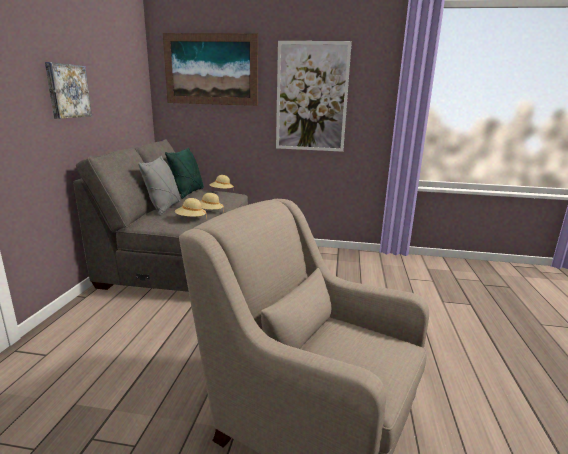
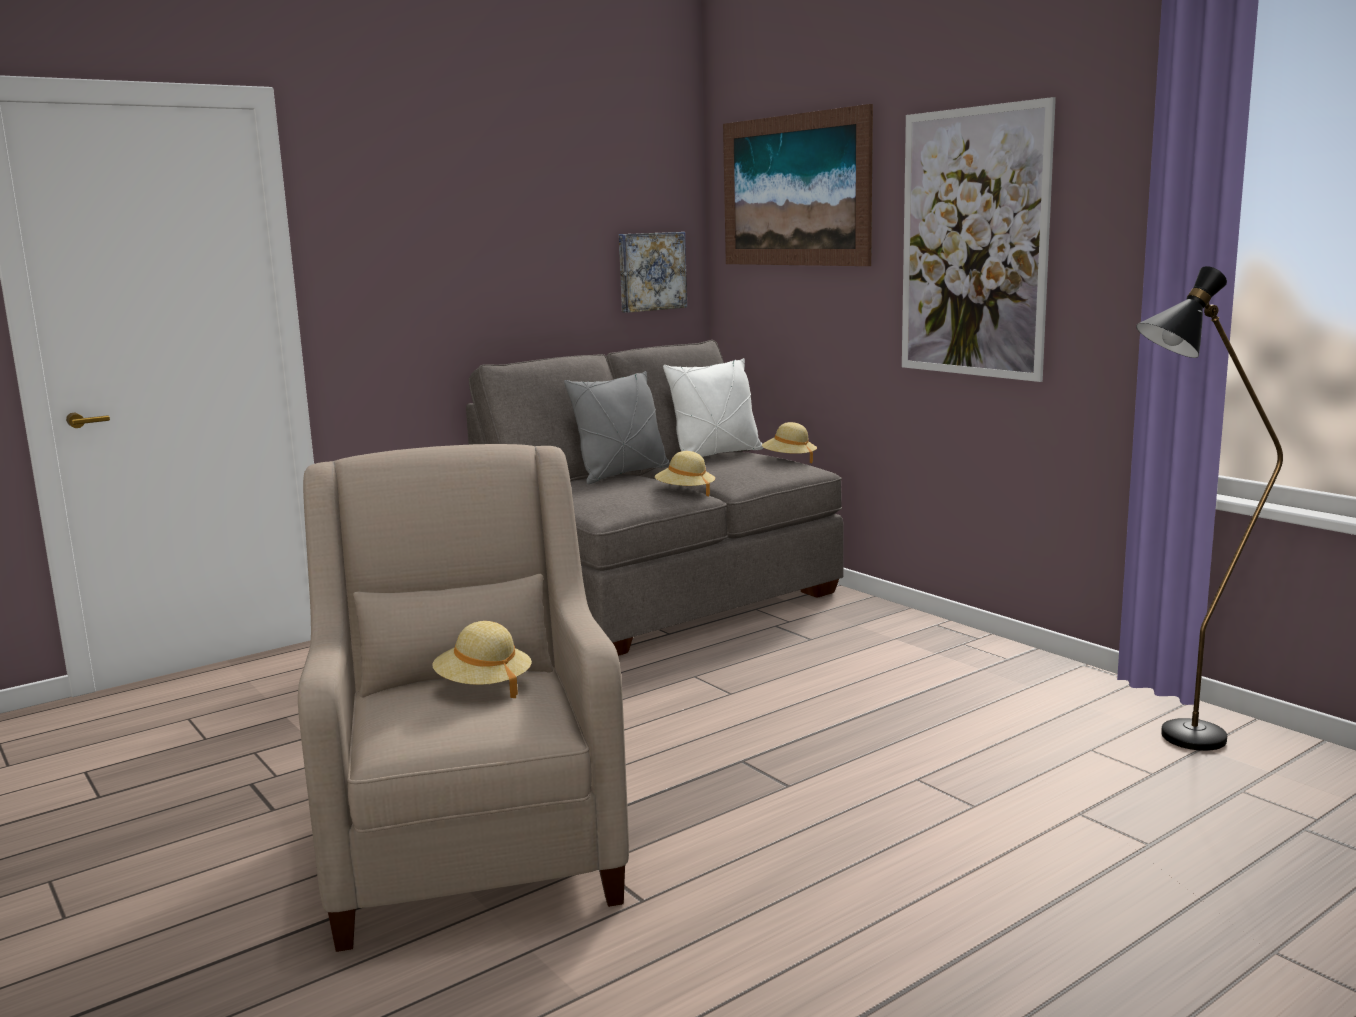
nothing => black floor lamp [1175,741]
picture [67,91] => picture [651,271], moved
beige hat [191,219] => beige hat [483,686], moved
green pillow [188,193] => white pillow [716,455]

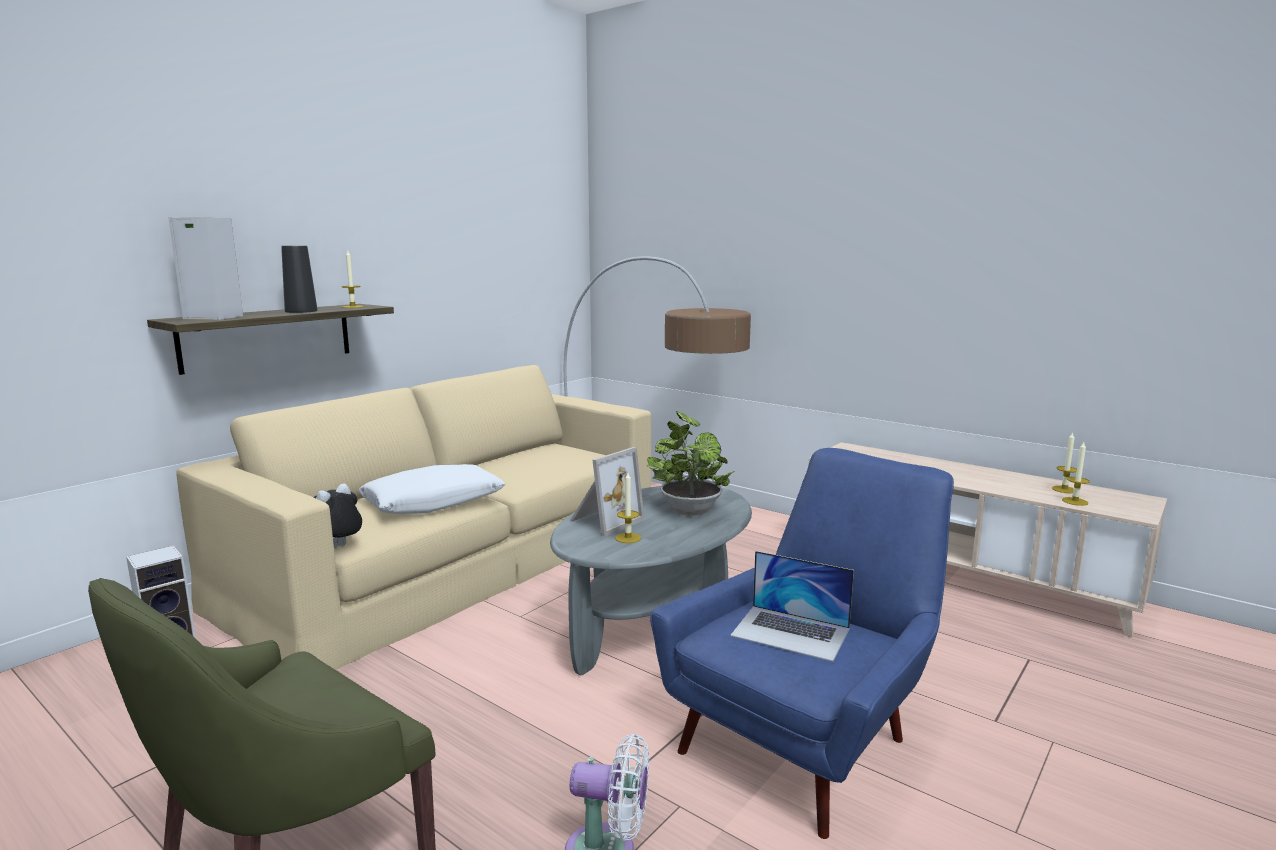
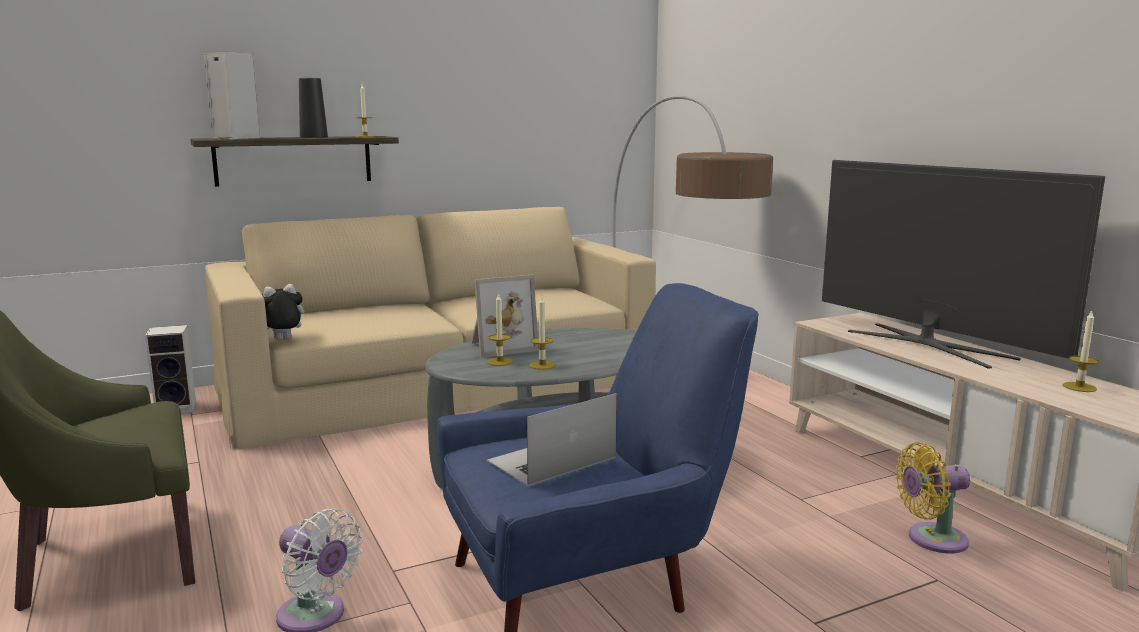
white pillow [433,502] => nothing
potted plant [689,509] => nothing
nothing => television [929,344]
nothing => yellow fan [931,539]
candle [1075,501] => candle [542,365], moved
laptop [791,632] => laptop [551,459], 90 degrees clockwise

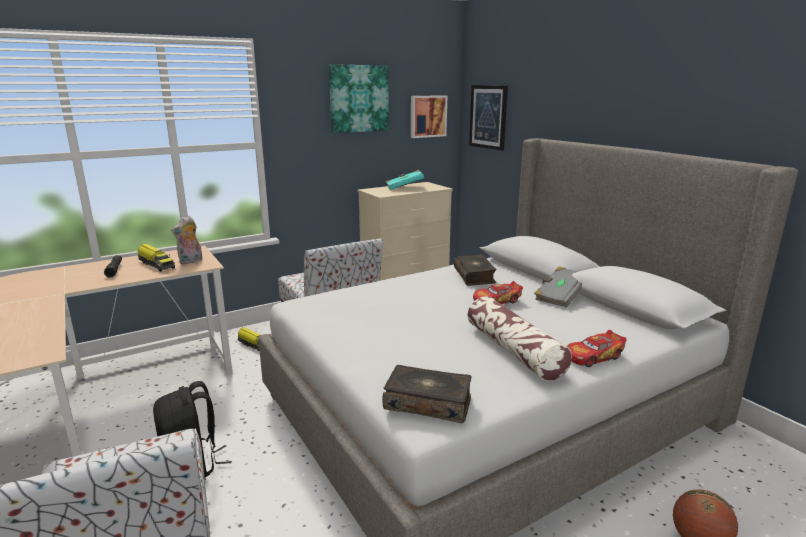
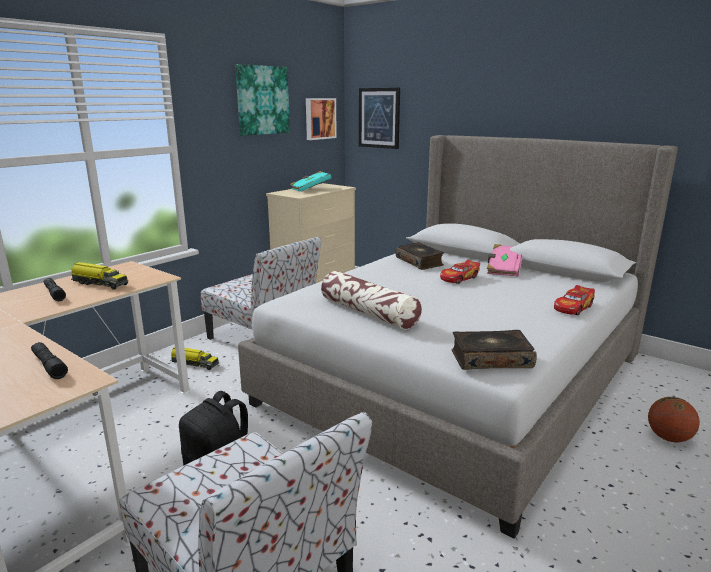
plush toy [191,261] => nothing
nothing => black flashlight [49,366]
pillow [514,351] => pillow [369,313], moved
grey book [560,297] => pink book [503,269]

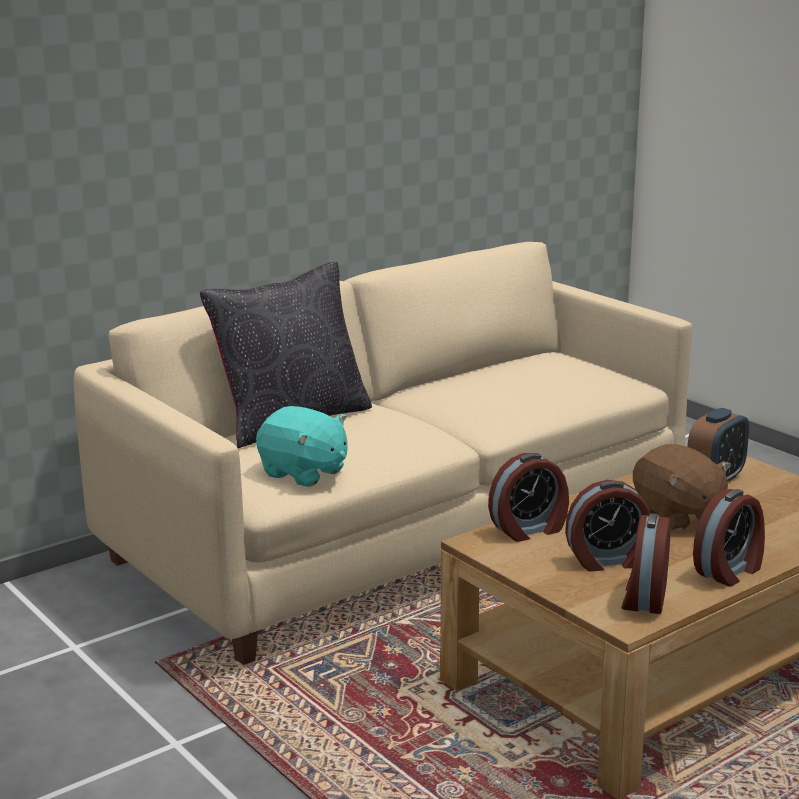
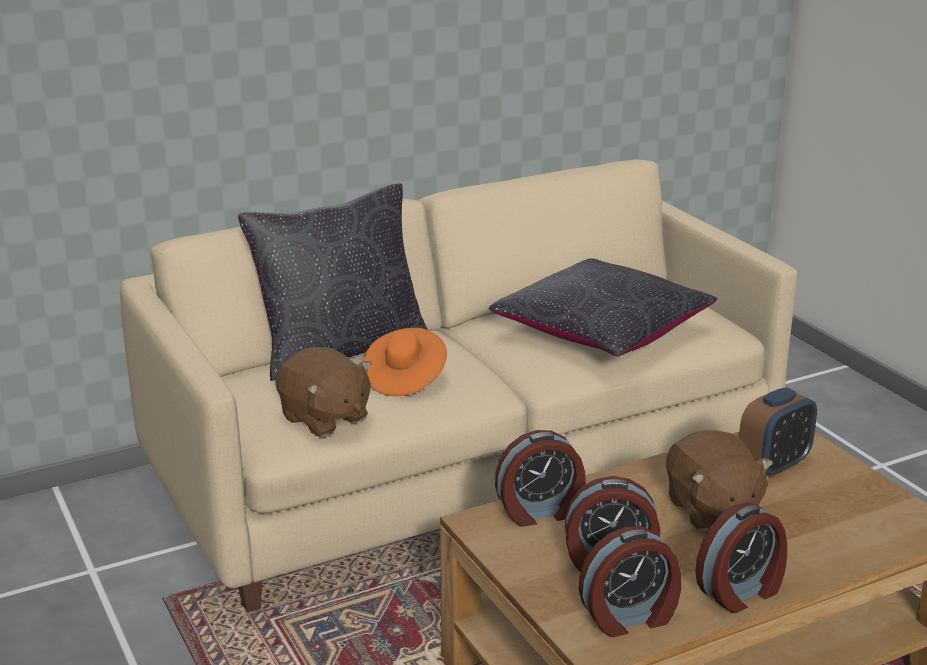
nothing => orange hat [404,379]
nothing => black pillow [602,331]
turquoise plush toy [303,473] => brown plush toy [324,418]
alarm clock [644,598] => alarm clock [629,618], 135 degrees counterclockwise

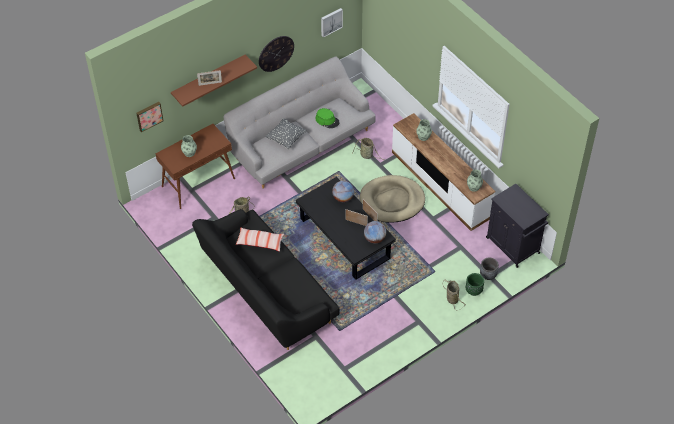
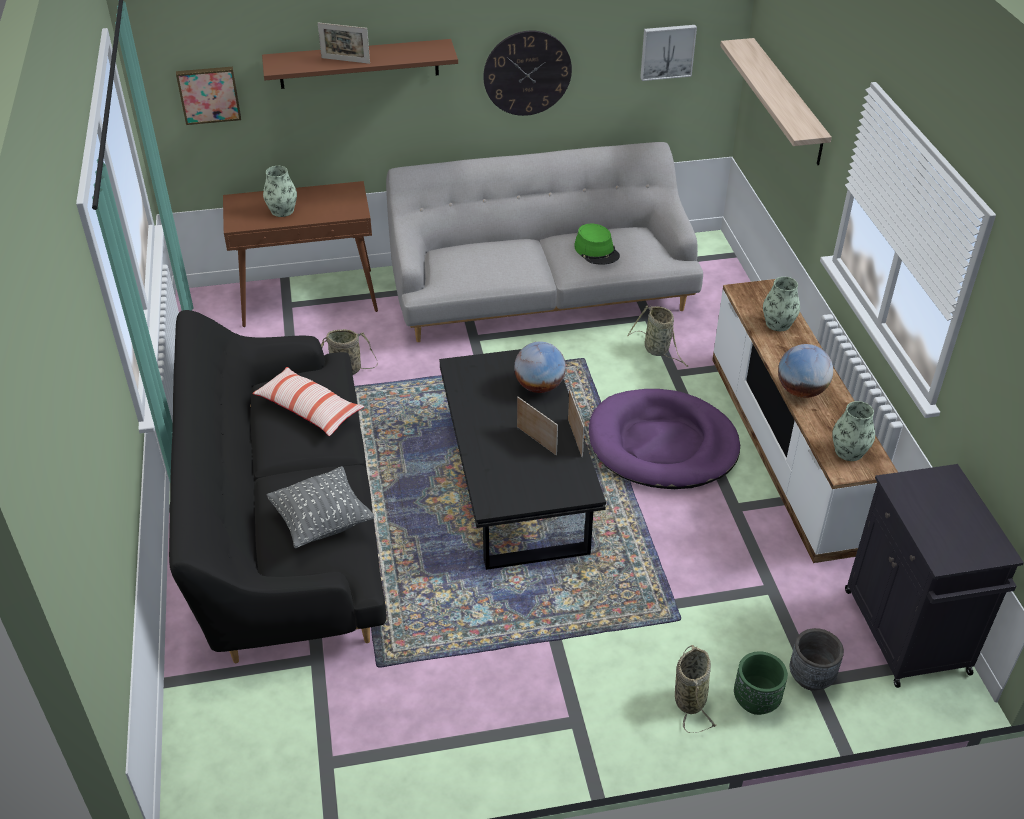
nothing => shelf [787,101]
grey pillow [286,139] => grey pillow [322,522], moved
globe [374,238] => globe [801,391], moved
beige dog bed [392,201] => purple dog bed [662,444]

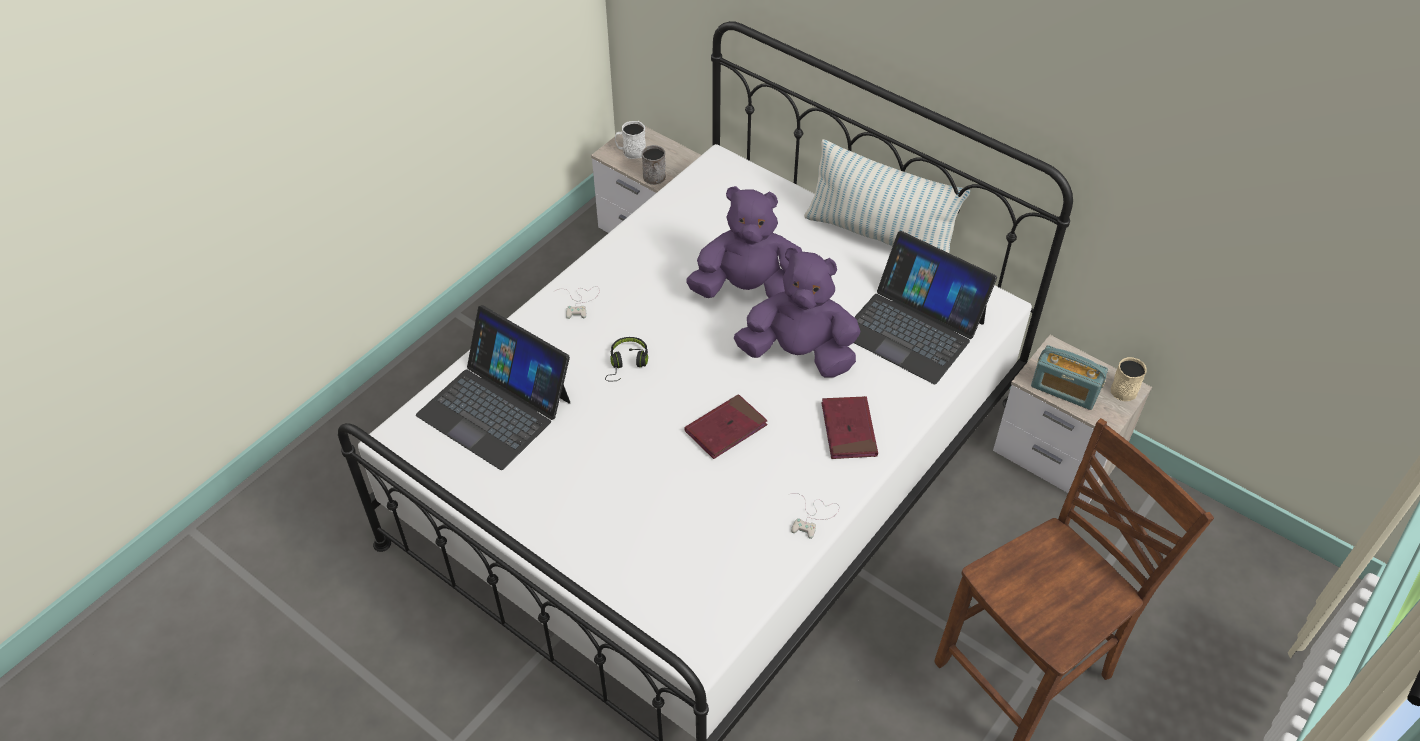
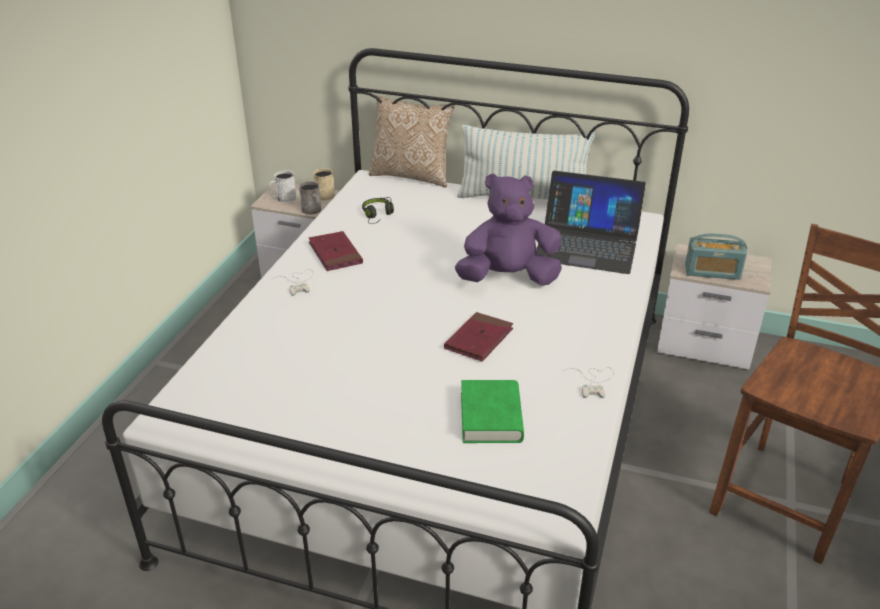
laptop [495,407] => nothing
purple plush toy [748,290] => nothing
nothing => pillow [411,175]
nothing => green book [491,417]
black headphones [627,364] => black headphones [377,215], moved
red book [848,430] => red book [335,254], moved
beige mug [1124,388] => beige mug [325,194], moved

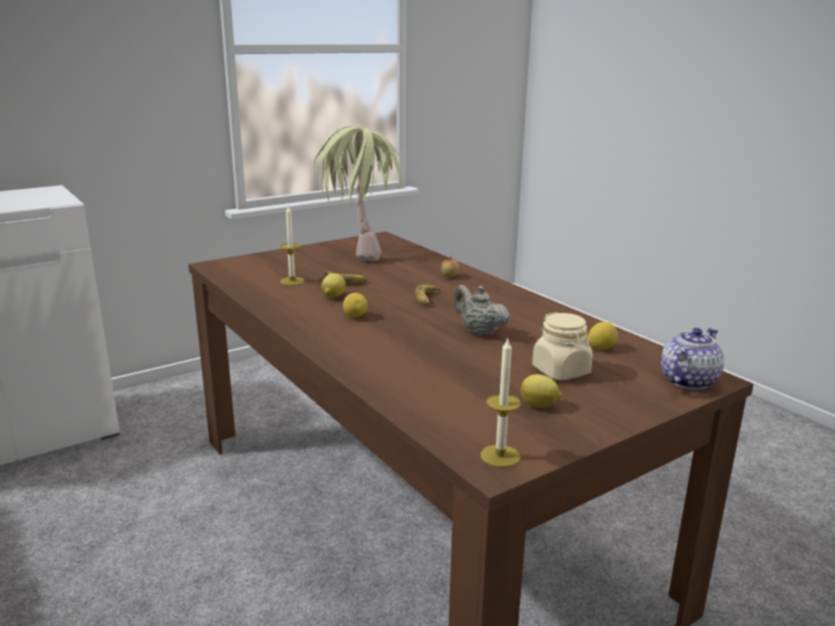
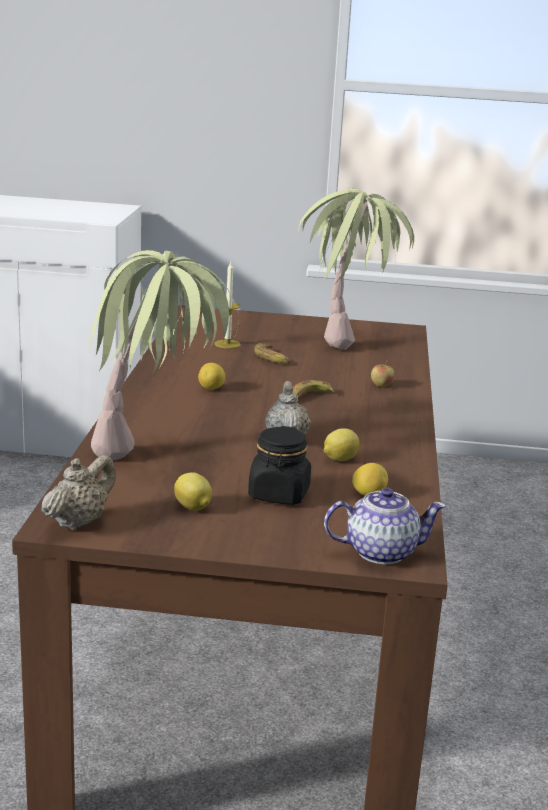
nothing => potted plant [158,450]
lemon [333,296] => lemon [339,459], moved
candle [500,456] => beige teapot [79,522]
beige jar [561,371] => black jar [279,494]

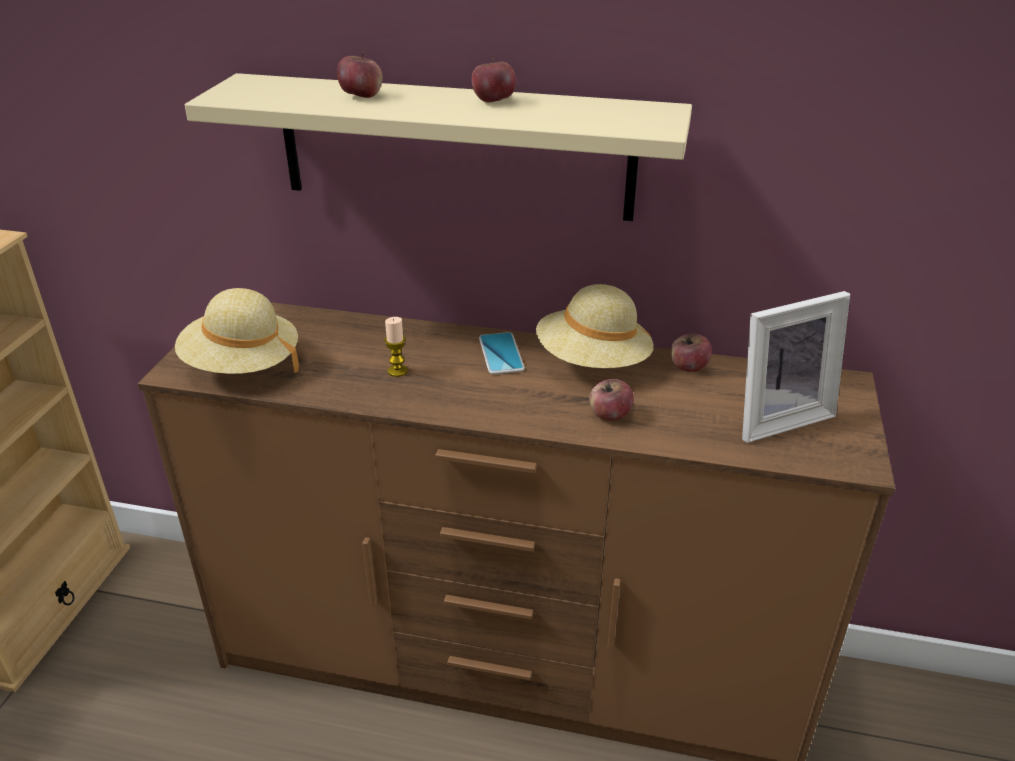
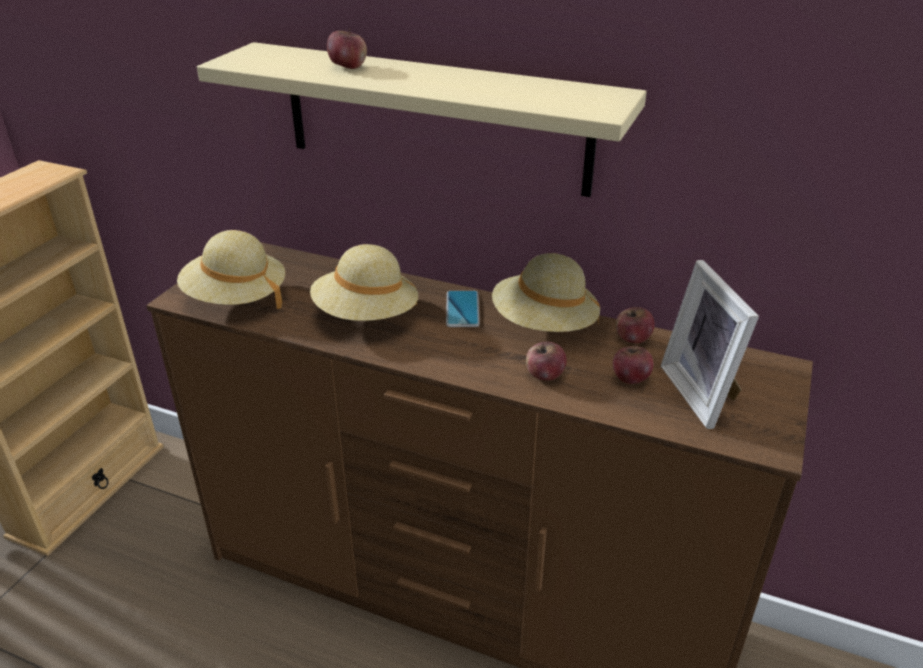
apple [493,101] => apple [630,378], moved
candle [397,371] => beige hat [366,316]
picture frame [776,417] => picture frame [703,393], 90 degrees clockwise

